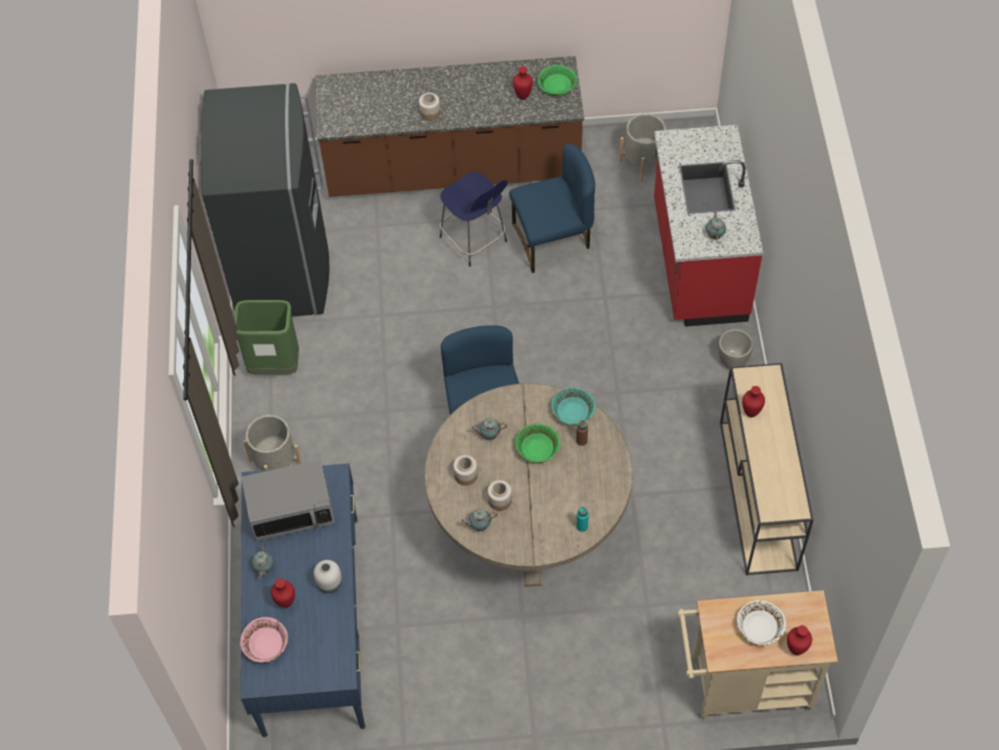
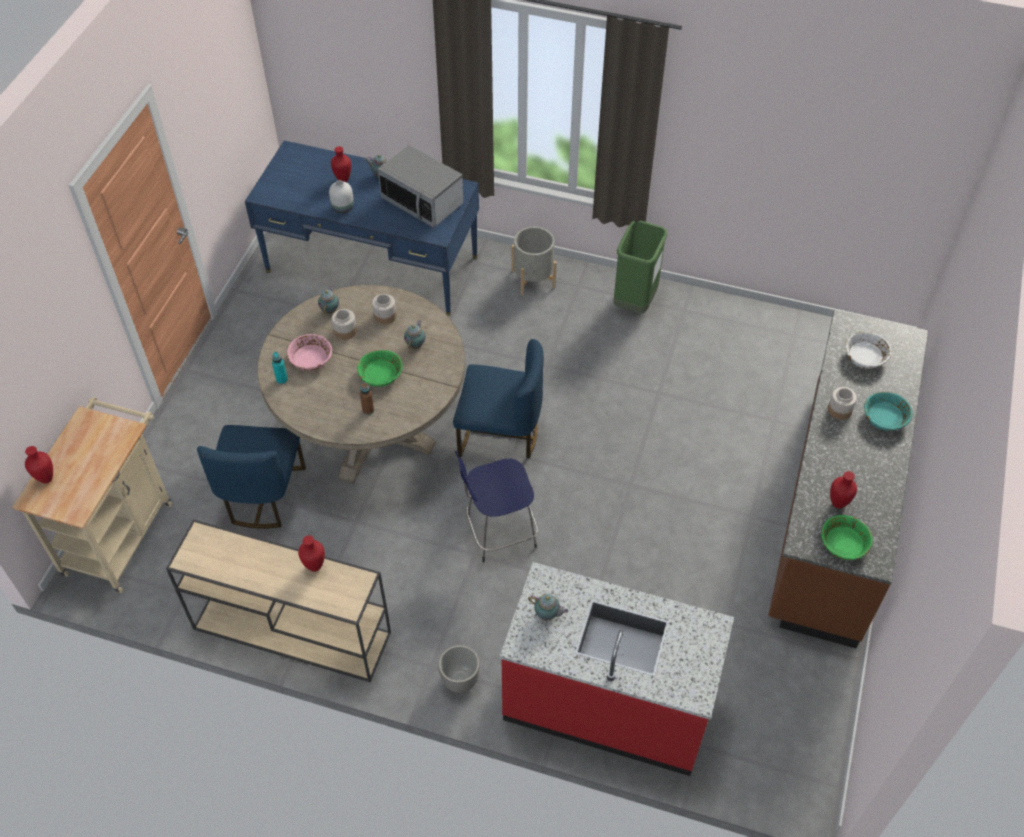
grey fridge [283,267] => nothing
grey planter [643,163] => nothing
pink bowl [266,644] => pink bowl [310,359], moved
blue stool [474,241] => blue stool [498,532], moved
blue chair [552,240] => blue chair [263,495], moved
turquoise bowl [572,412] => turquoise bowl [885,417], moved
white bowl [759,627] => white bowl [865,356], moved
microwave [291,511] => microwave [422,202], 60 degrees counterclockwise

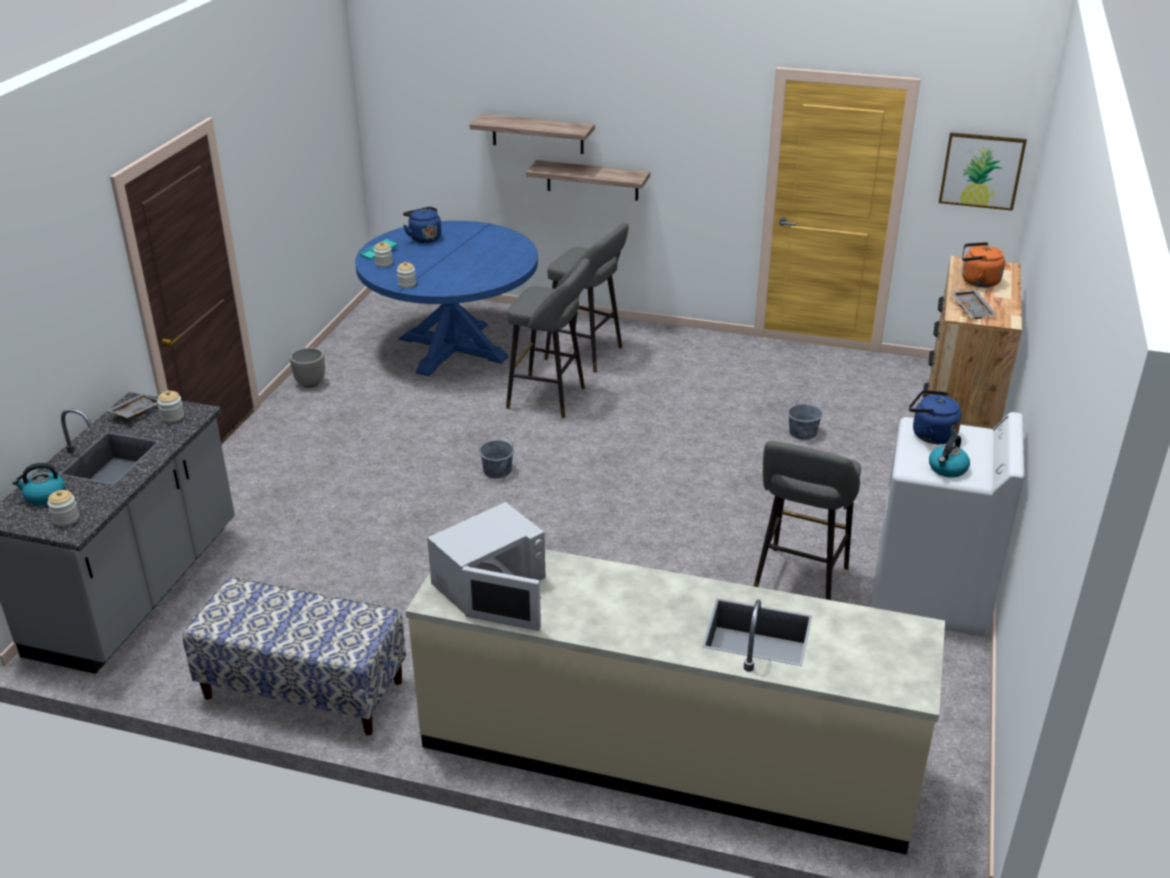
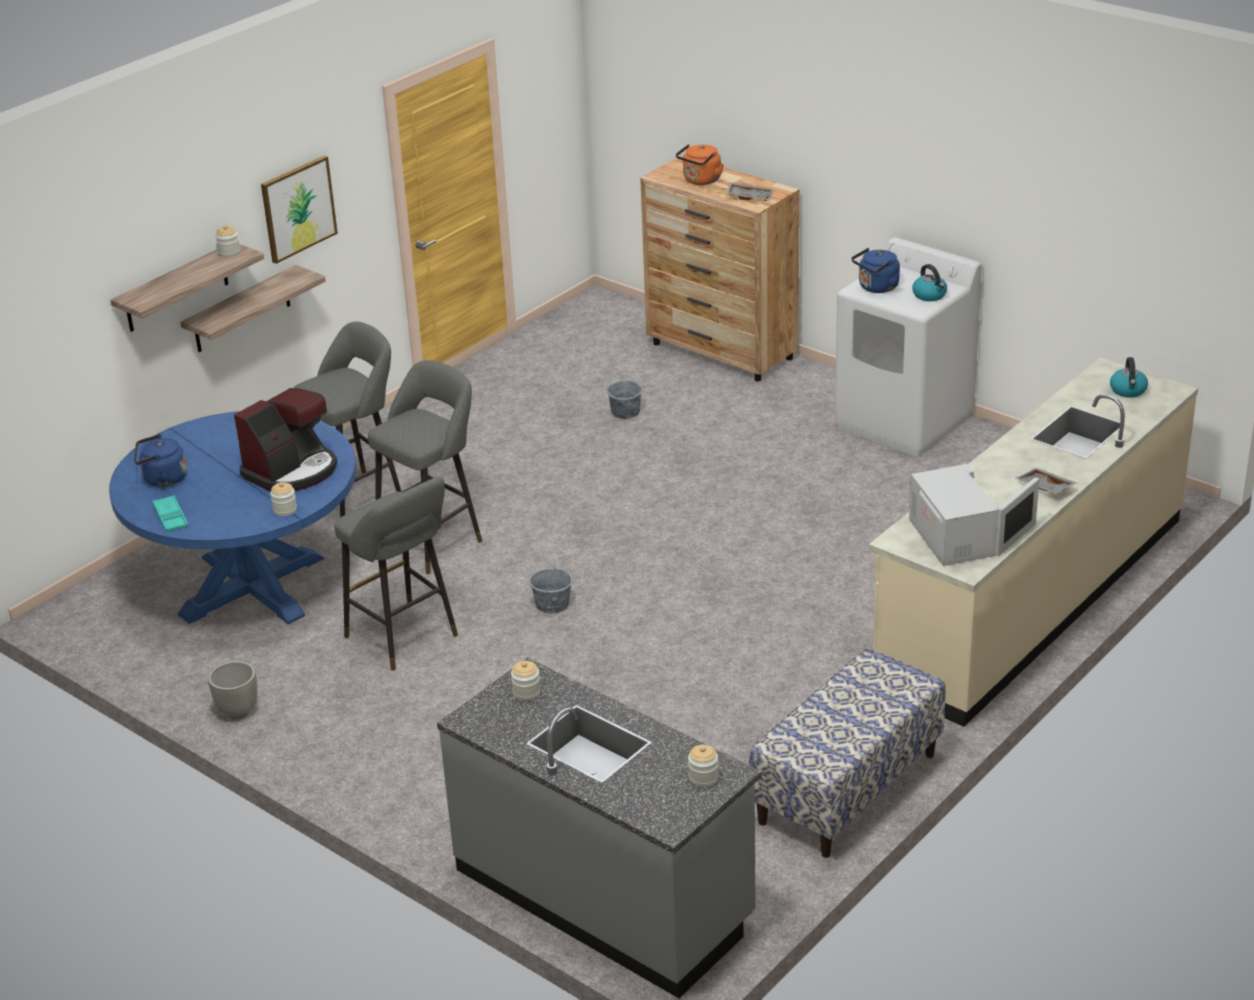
nothing => coffee machine [292,470]
kettle [44,496] => kettle [1128,391], moved
grey tray [135,411] => grey tray [1044,488], moved
jar [384,263] => jar [229,253], moved
grey stool [798,583] => grey stool [405,638], moved
picture [981,170] => picture [298,208], moved

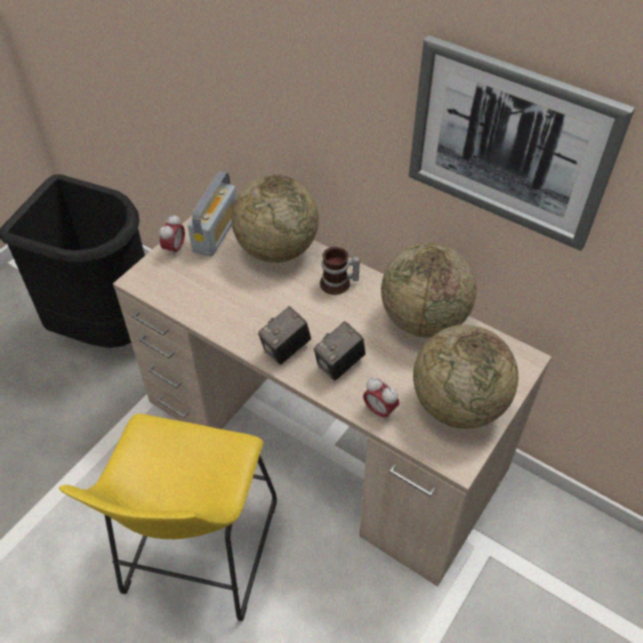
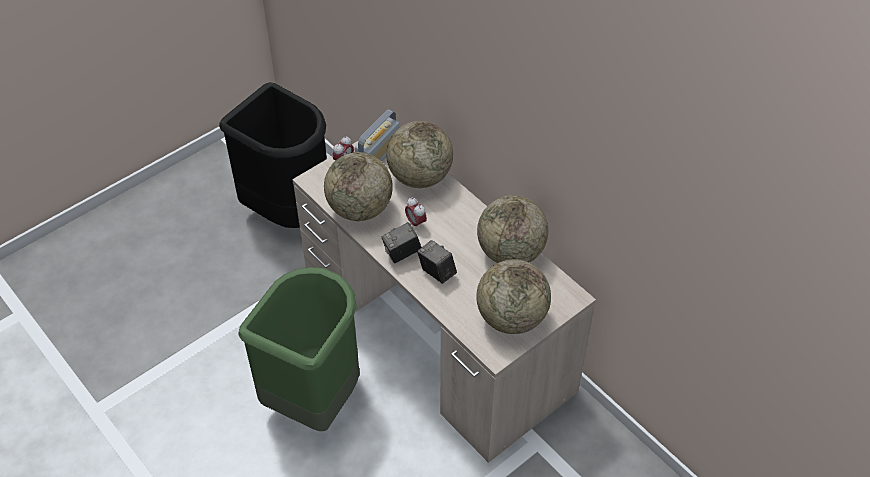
mug [338,284] => nothing
picture [509,144] => nothing
nothing => globe [360,209]
alarm clock [379,410] => alarm clock [415,223], moved
yellow stool [197,555] => green trash can [314,398]
photo camera [339,365] => photo camera [437,272], 75 degrees clockwise

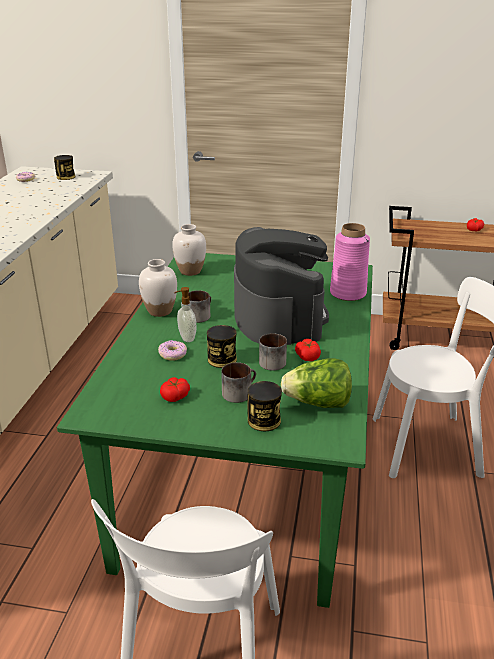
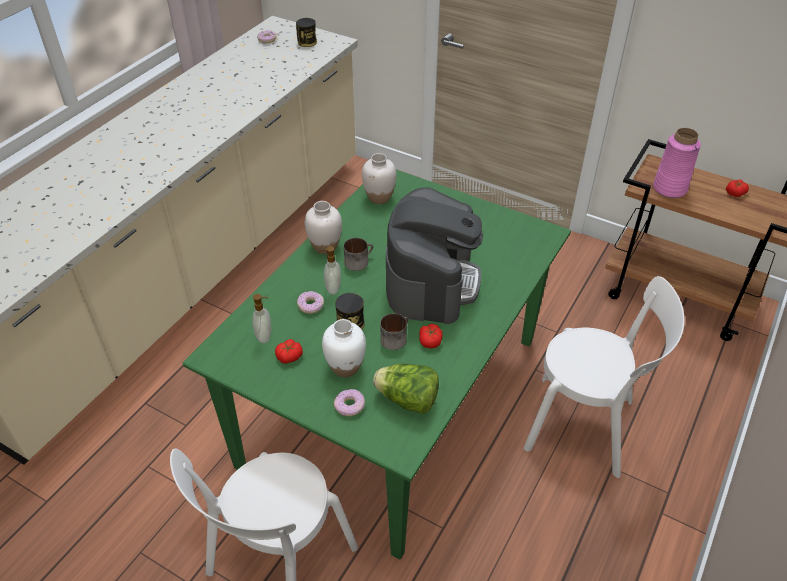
nothing => soap dispenser [265,336]
pink vase [347,293] => pink vase [669,188], moved
mug [239,392] => white vase [345,367]
can [264,420] => donut [350,406]

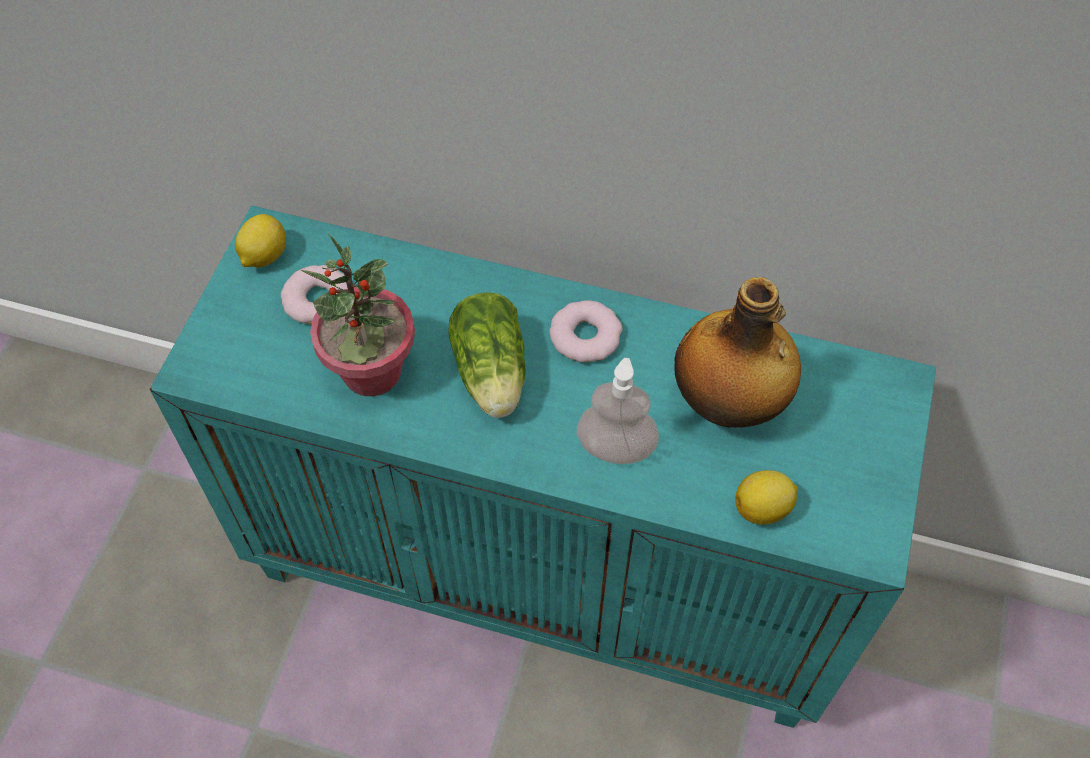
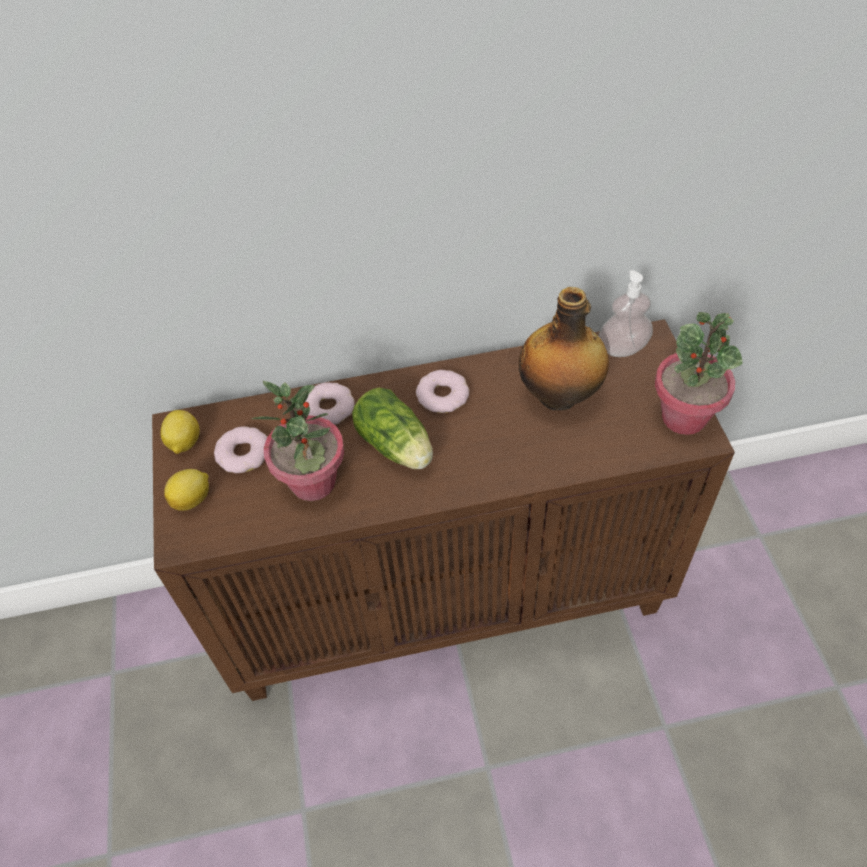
nothing => donut [328,408]
nothing => potted plant [684,417]
soap dispenser [616,448] => soap dispenser [622,348], moved
lemon [763,509] => lemon [193,499], moved
turquoise cabinet [549,573] => brown cabinet [447,597]

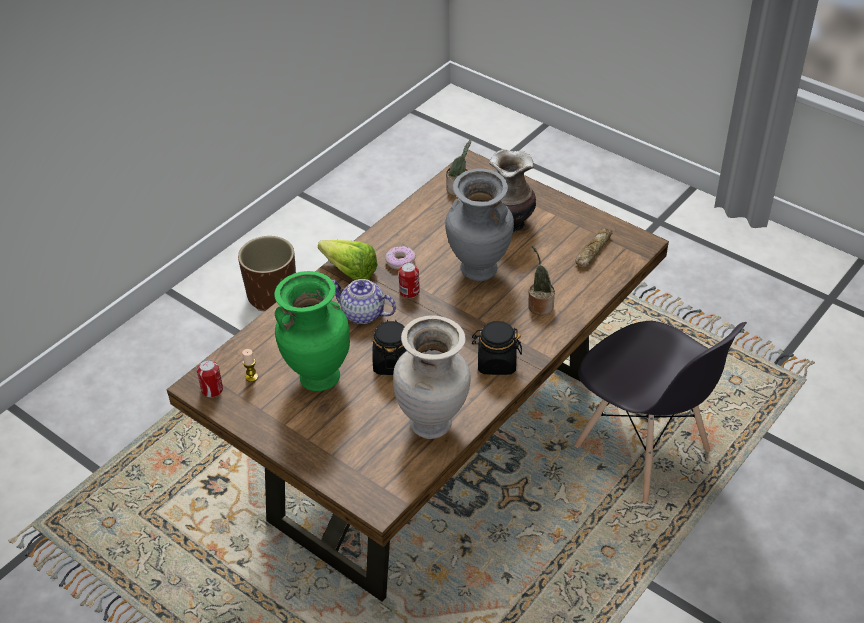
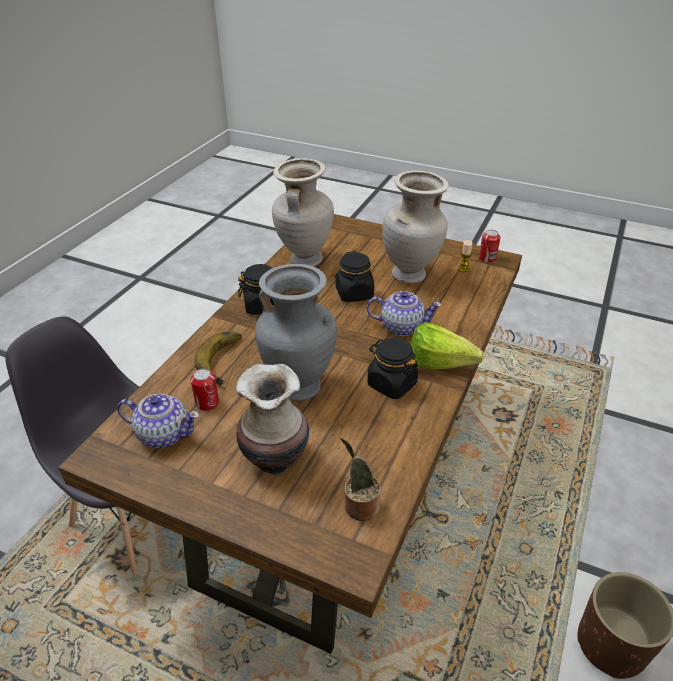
can [409,291] => can [207,403], moved
donut [400,261] => black jar [391,384]
potted plant [539,305] => banana [226,360]
bread [592,251] => teapot [163,434]
green vase [318,377] => beige vase [410,276]

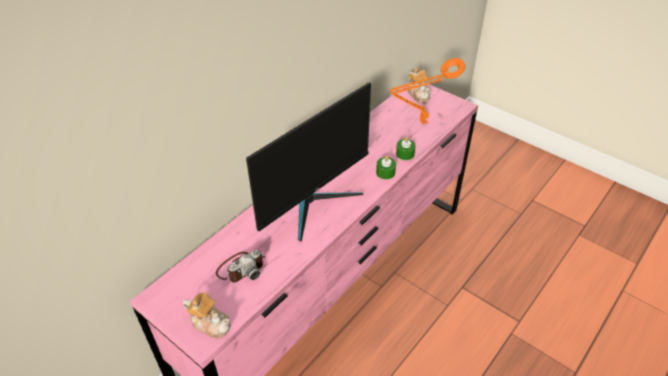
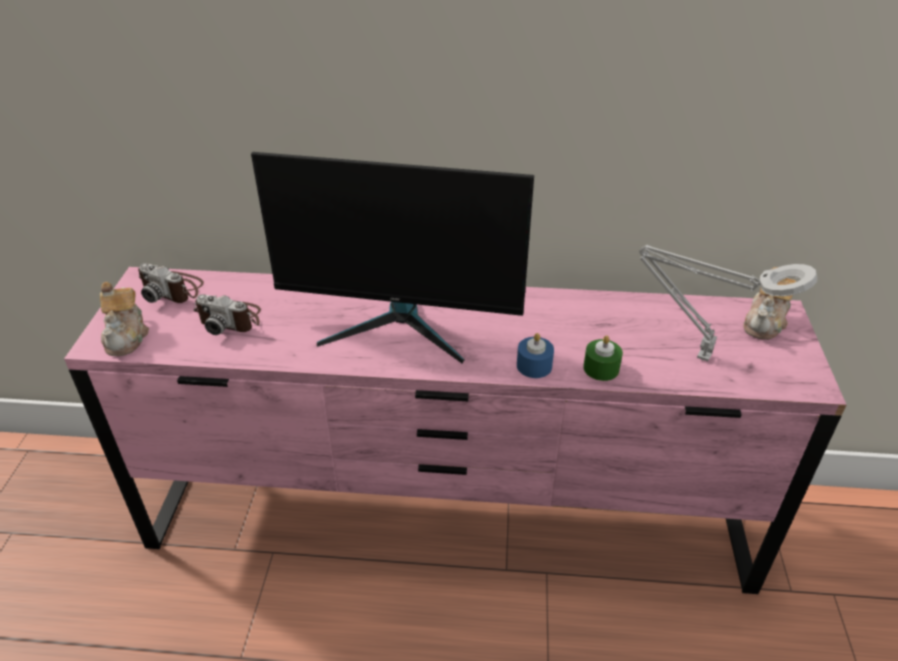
nothing => photo camera [173,289]
green candle [385,173] => blue candle [534,366]
orange table lamp [421,123] => grey table lamp [698,355]

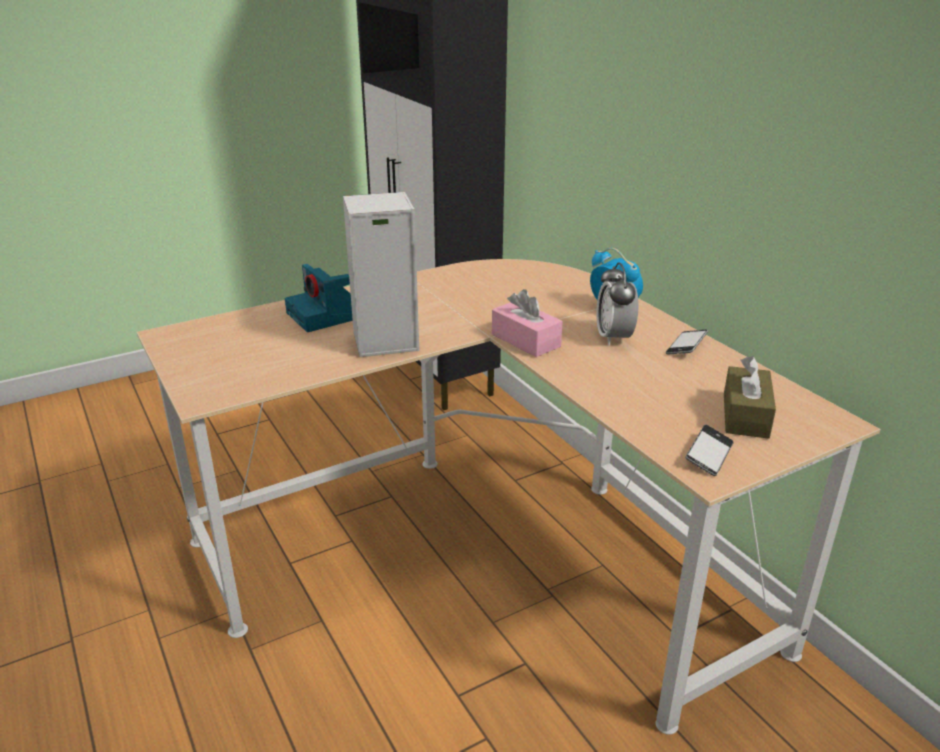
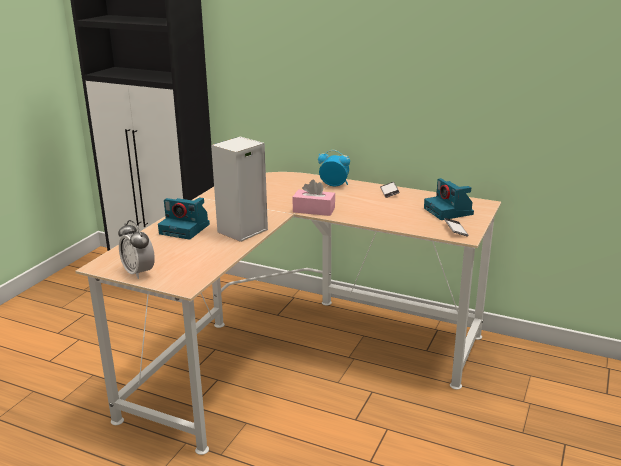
alarm clock [614,337] => alarm clock [139,272], moved
brown tissue box [745,415] => photo camera [449,211]

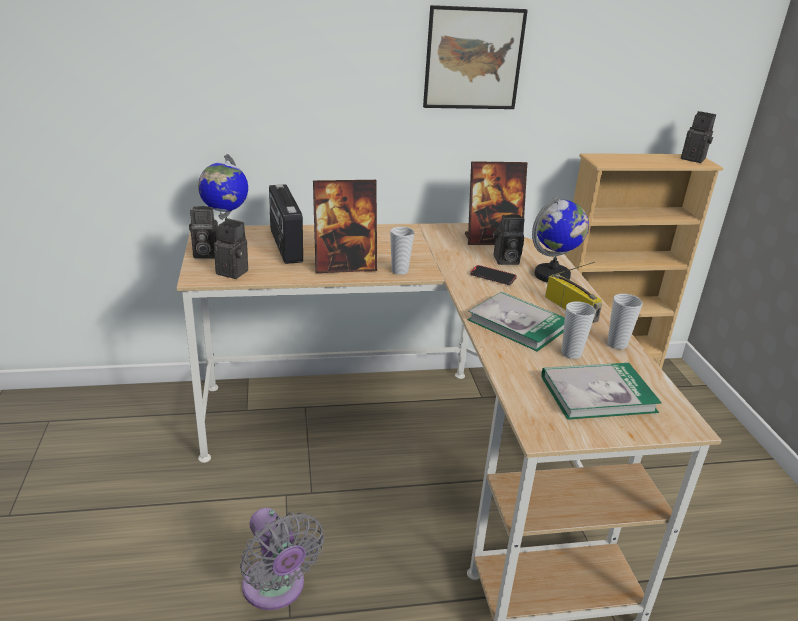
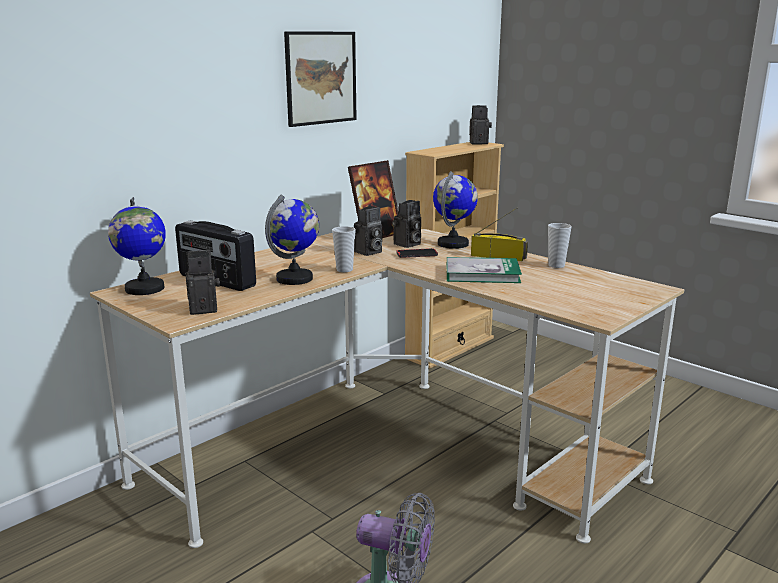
book [597,394] => nothing
cup [571,353] => nothing
photo camera [204,254] => photo camera [368,252], moved
picture frame [344,266] => globe [295,279]

